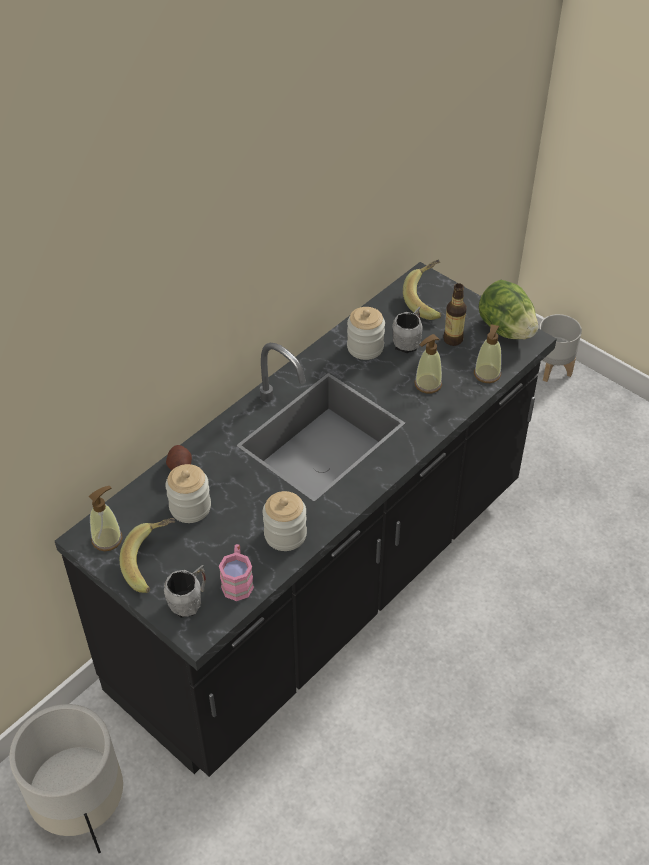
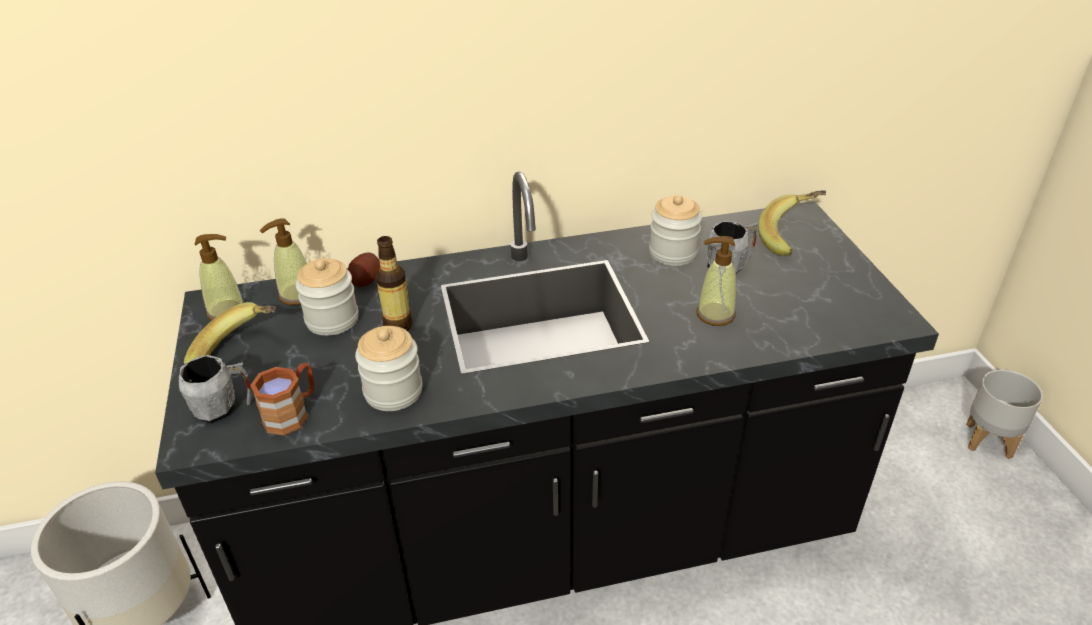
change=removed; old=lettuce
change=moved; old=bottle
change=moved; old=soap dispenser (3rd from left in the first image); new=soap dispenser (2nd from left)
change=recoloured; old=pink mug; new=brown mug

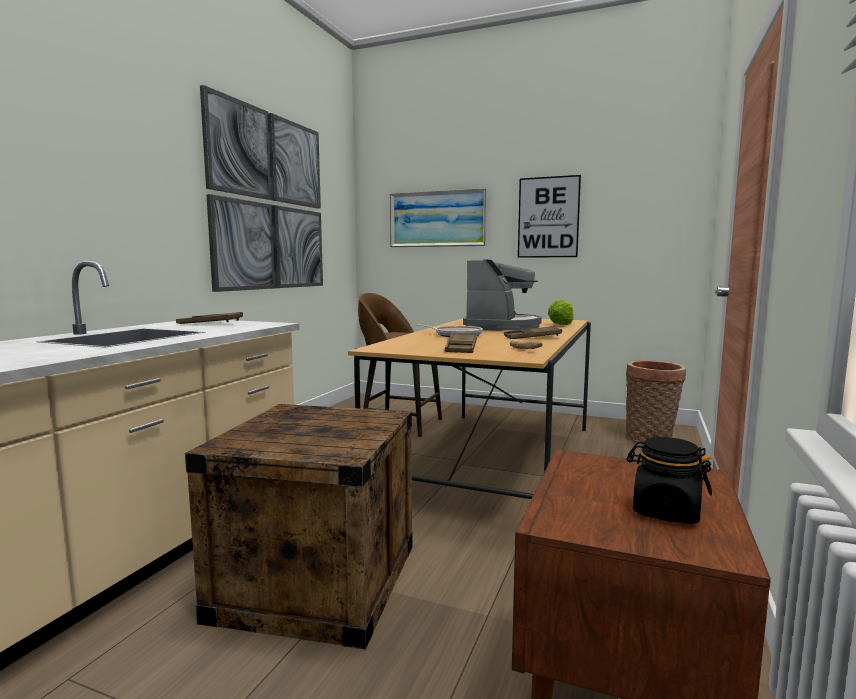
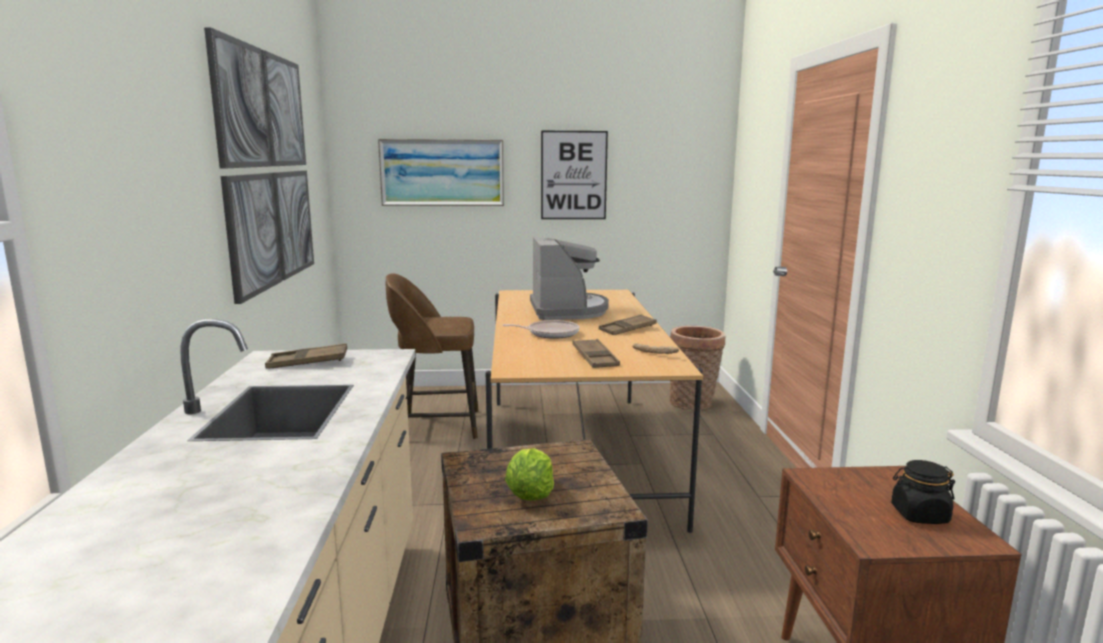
change=moved; old=lettuce

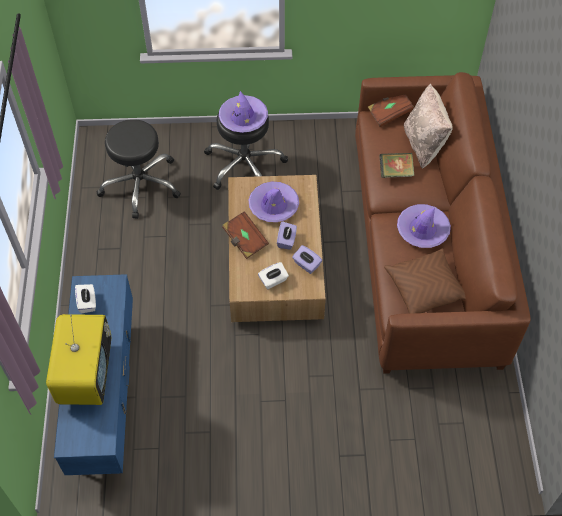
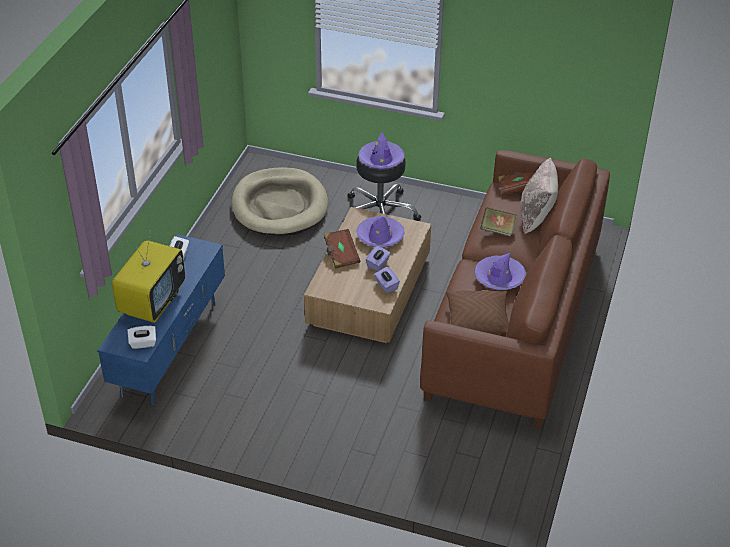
change=replaced; old=black stool (1st from left); new=beige dog bed
change=moved; old=white tissue box (2nd from left in the first image); new=white tissue box (1st from left)

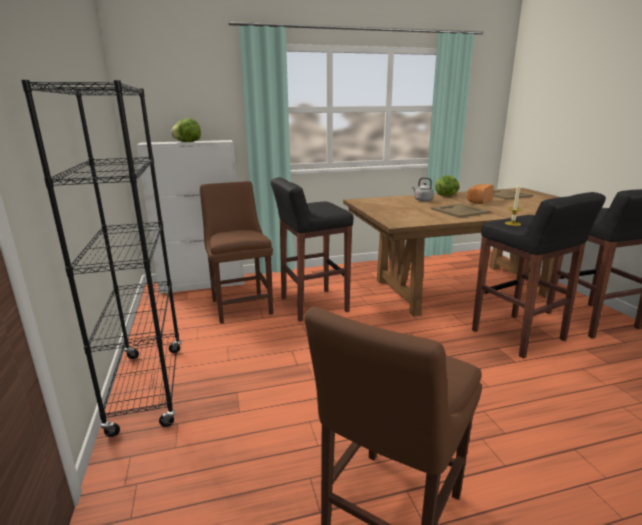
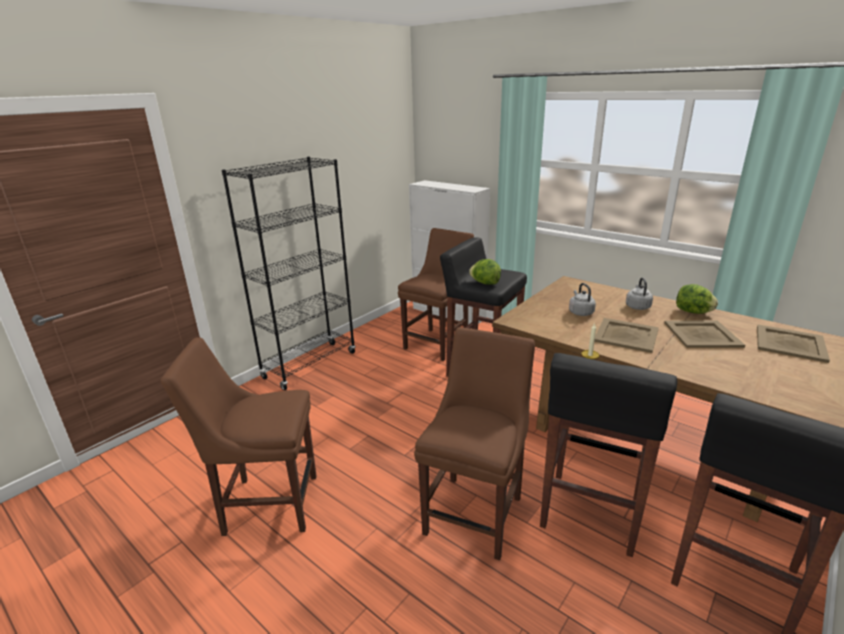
change=moved; old=lettuce (1st from left)
change=replaced; old=bread; new=beige tray (2nd from left)
change=added; new=grey kettle (1st from left)
change=added; new=brown chair (3rd from left)

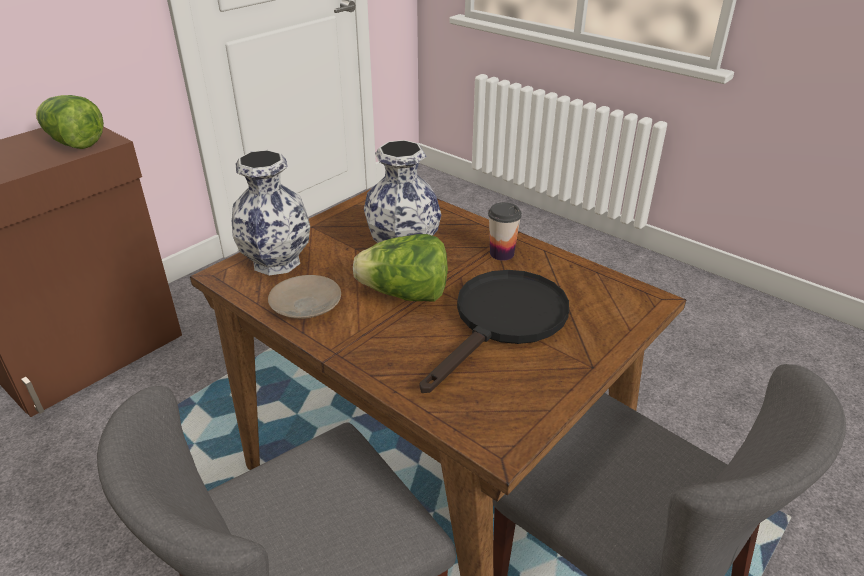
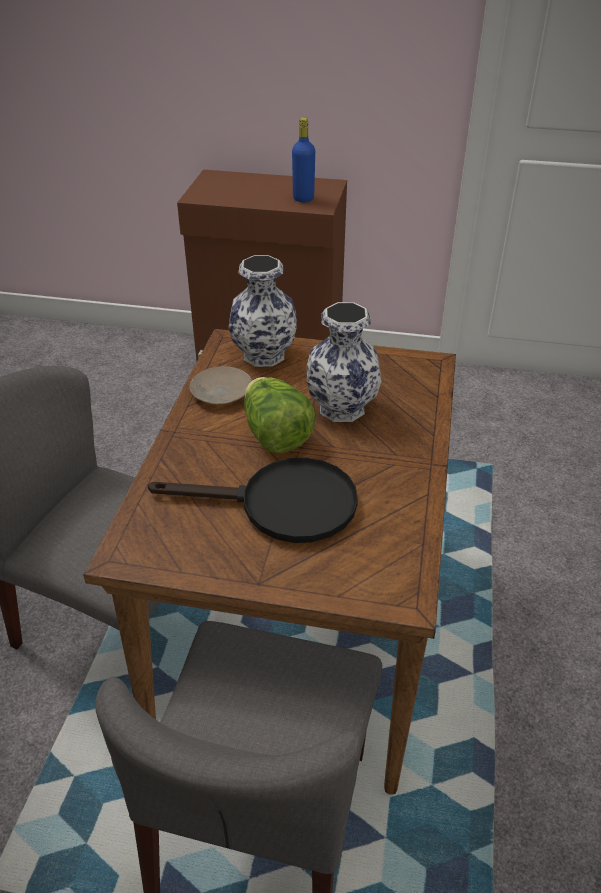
change=replaced; old=lettuce (1st from left); new=blue bottle
change=removed; old=cup

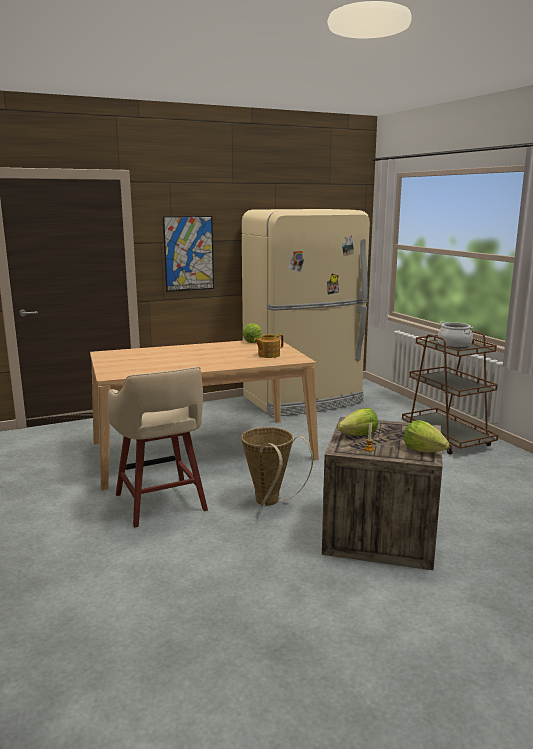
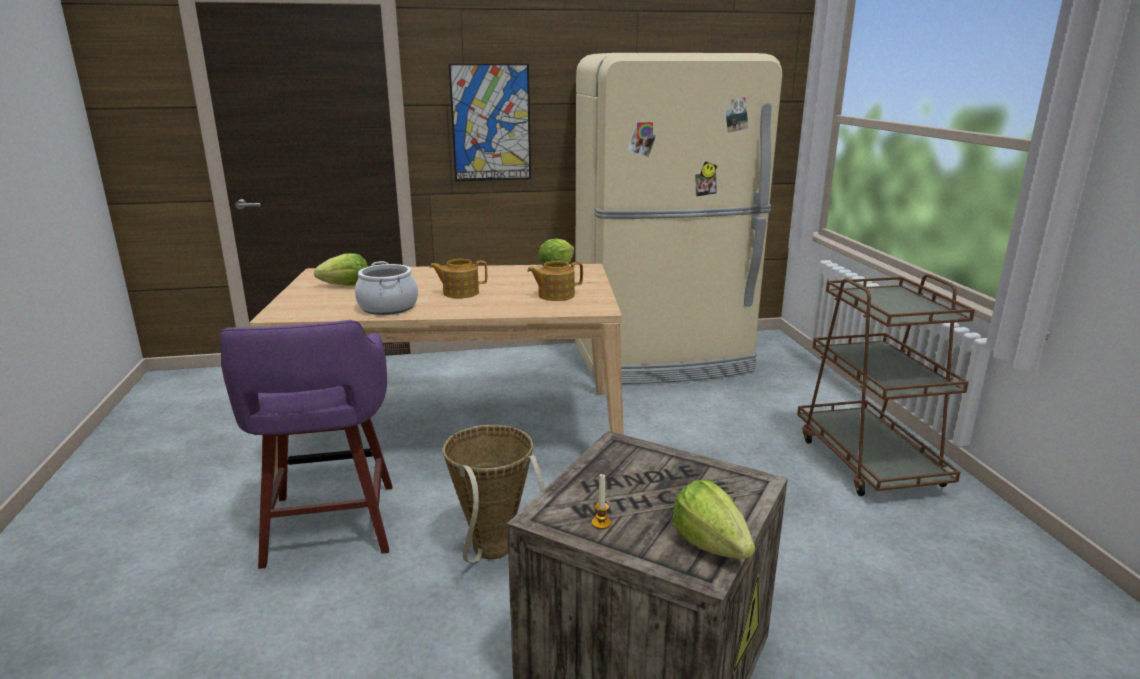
change=moved; old=cooking pot
change=recoloured; old=beige stool; new=purple stool
change=moved; old=lettuce (2nd from left in the first image); new=lettuce (1st from left)
change=added; new=teapot (1st from left)

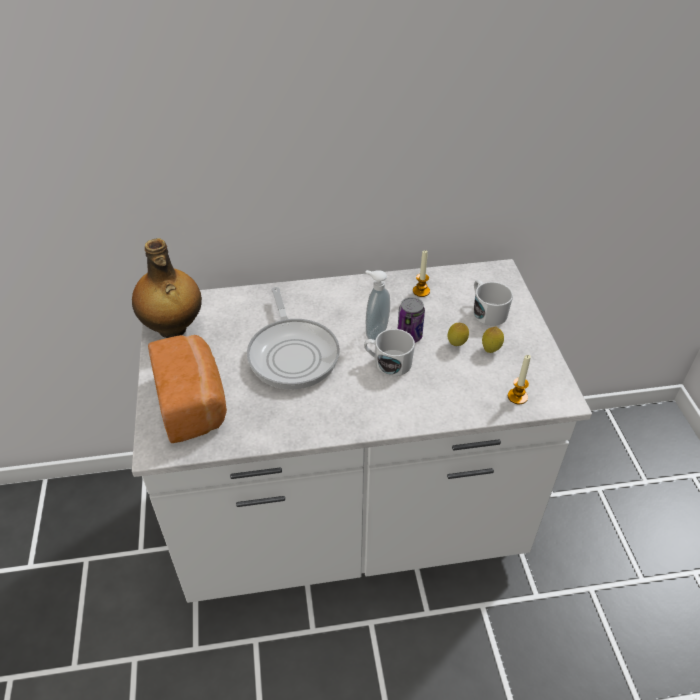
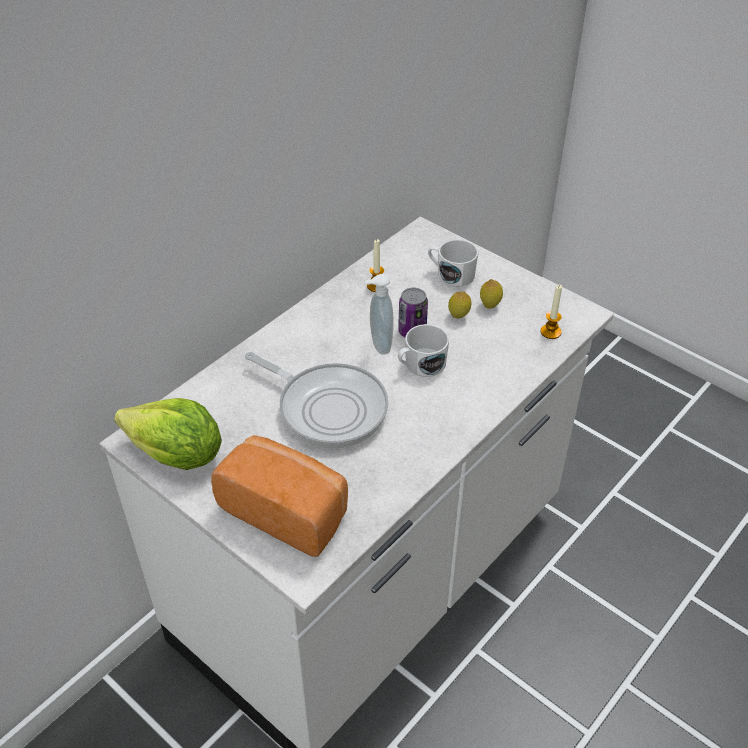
change=replaced; old=bottle; new=lettuce

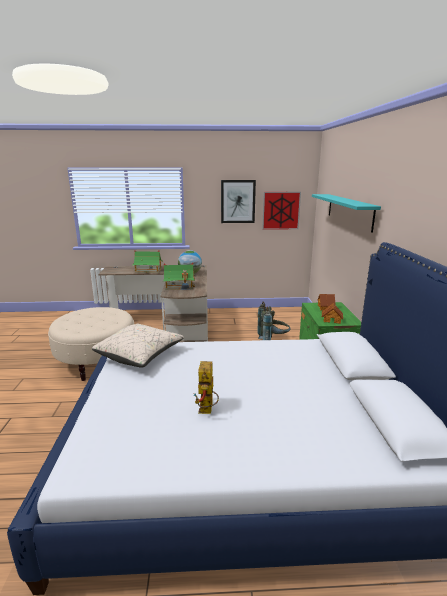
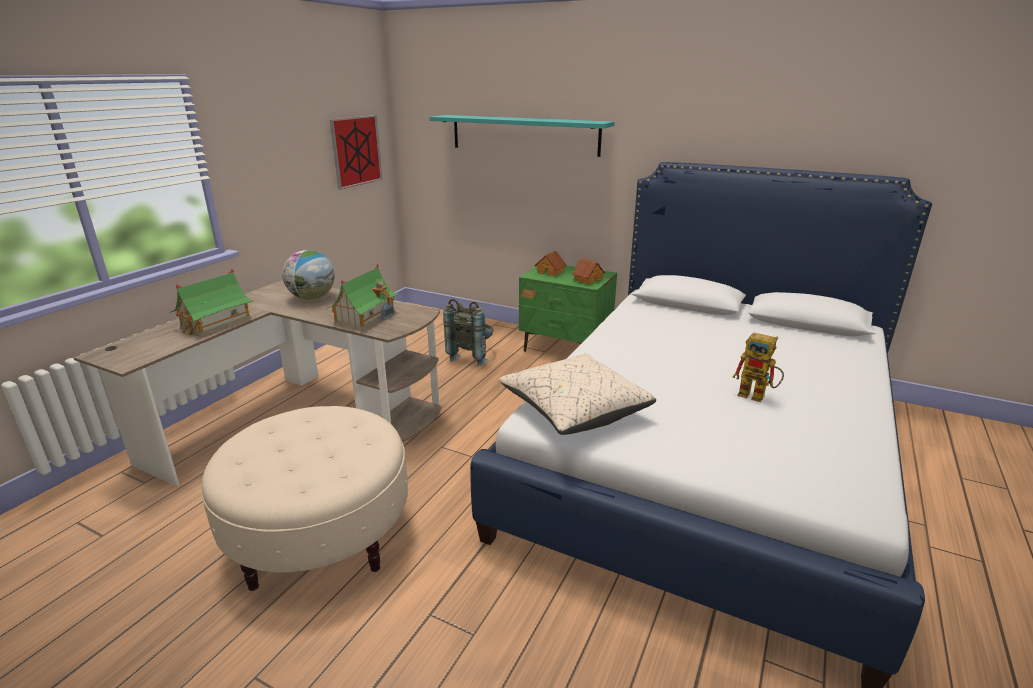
change=removed; old=picture (1st from left)

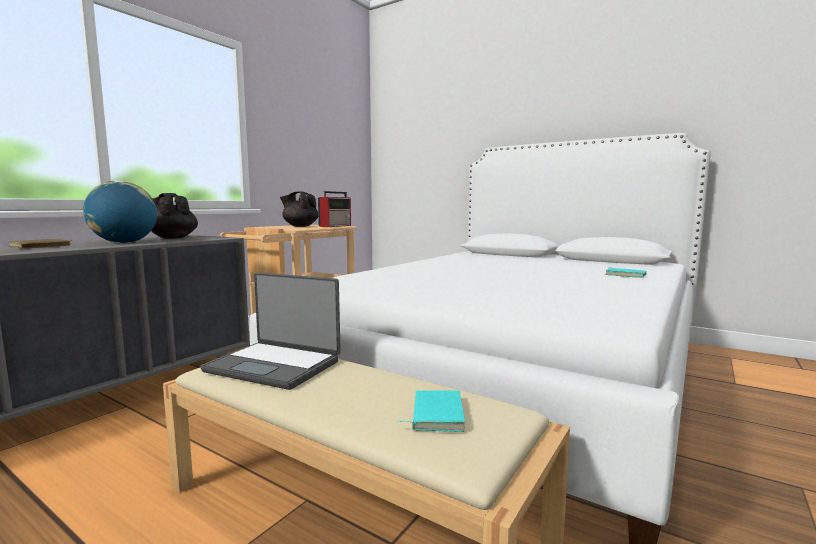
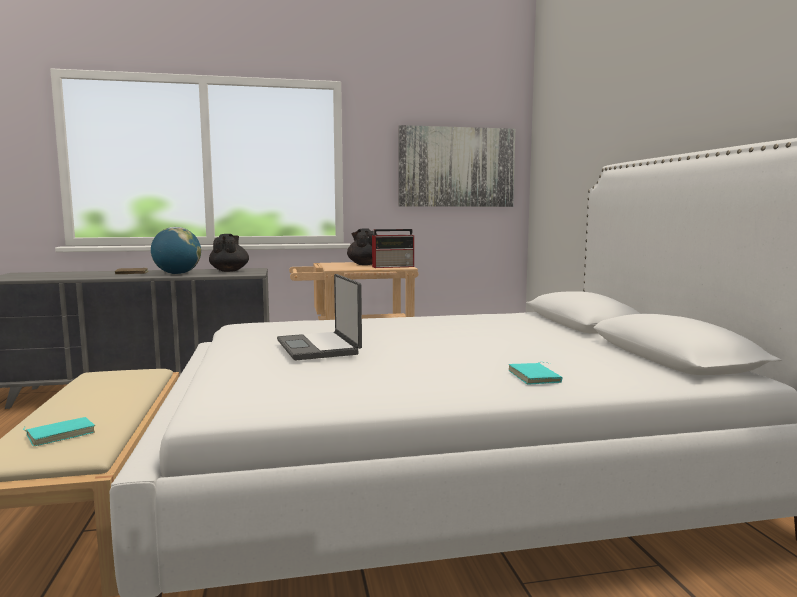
change=moved; old=laptop
change=added; new=picture

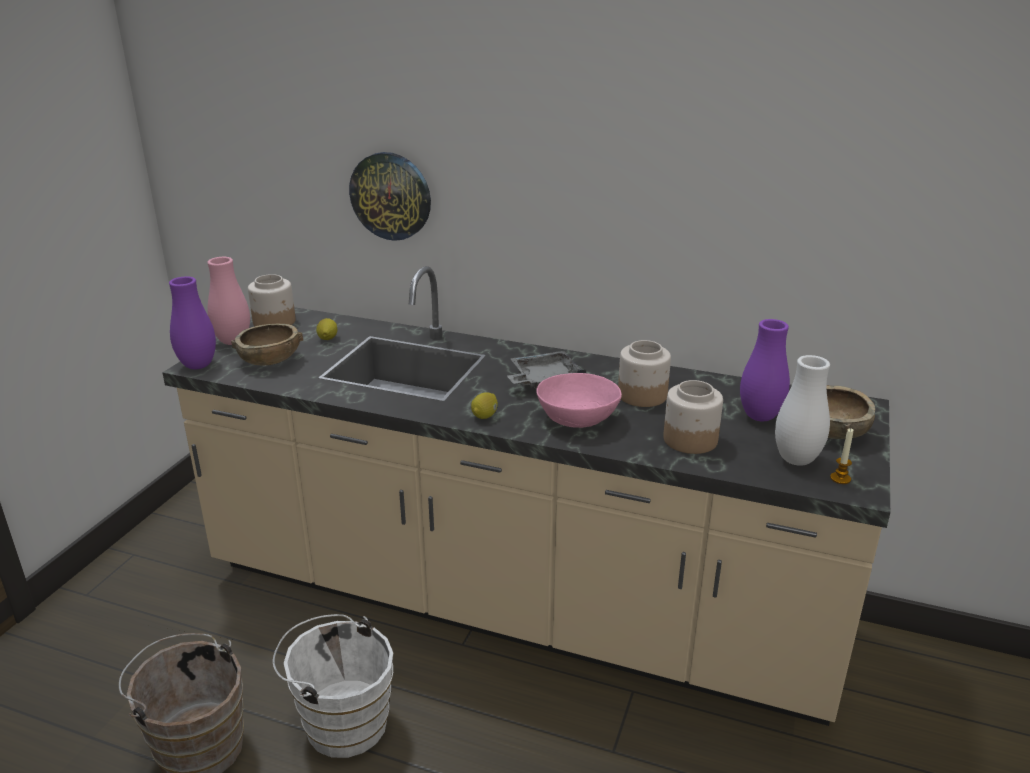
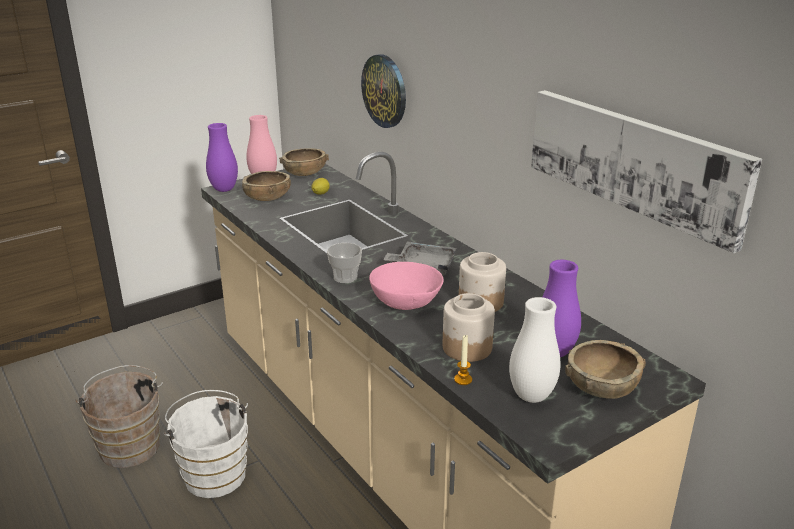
change=replaced; old=jar (1st from left); new=brown bowl (2nd from left)
change=replaced; old=lemon (2nd from left); new=cup
change=moved; old=candle
change=added; new=picture

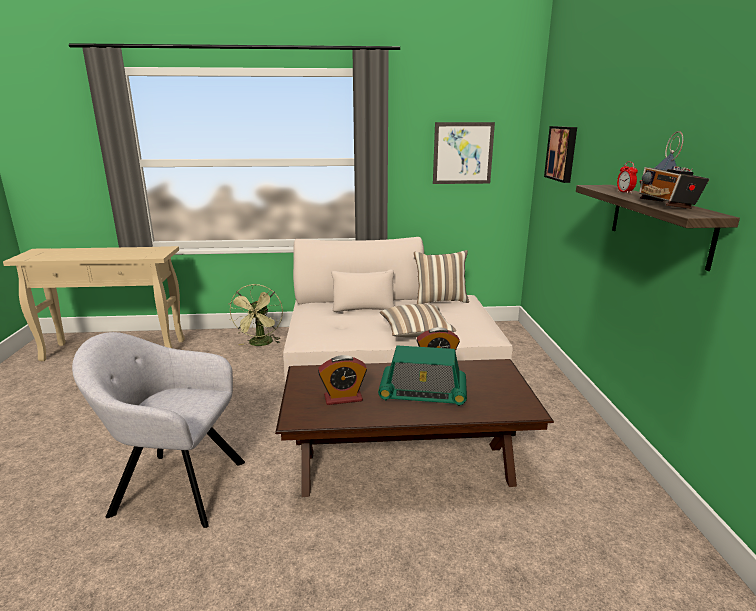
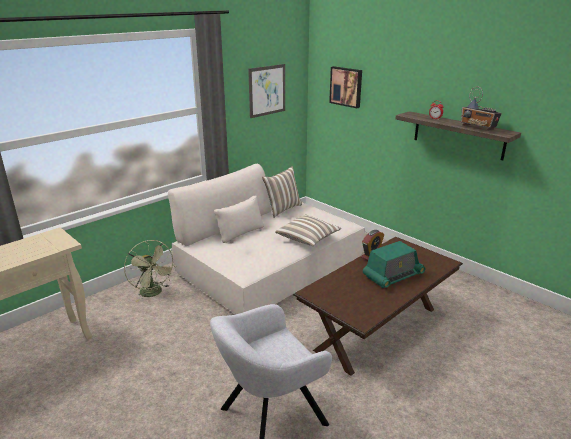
change=removed; old=alarm clock (1st from left)

